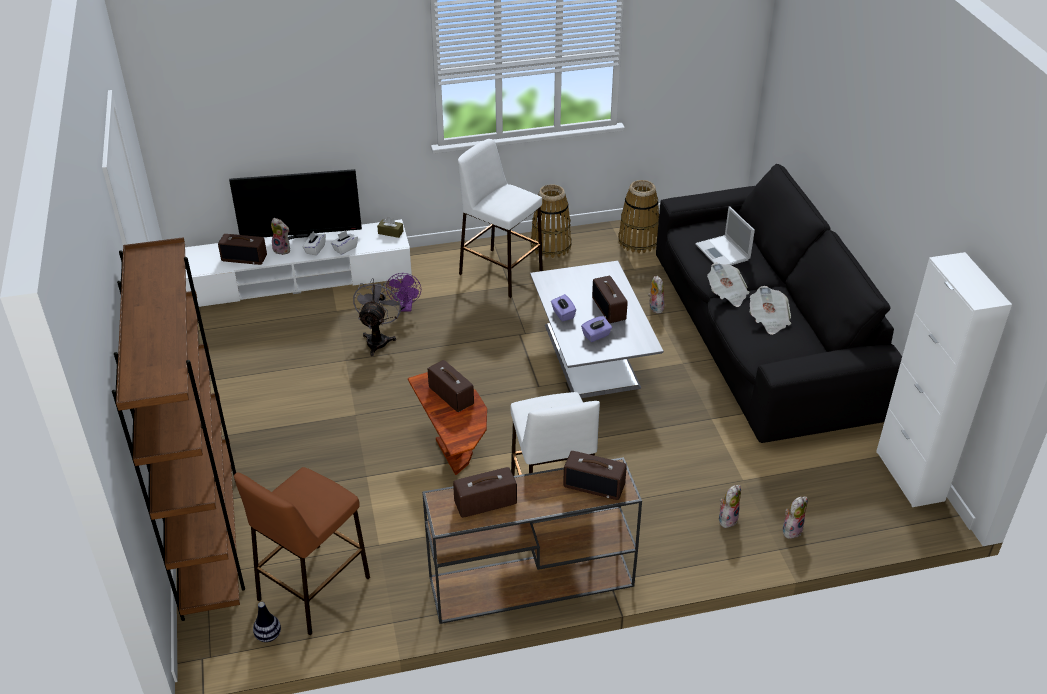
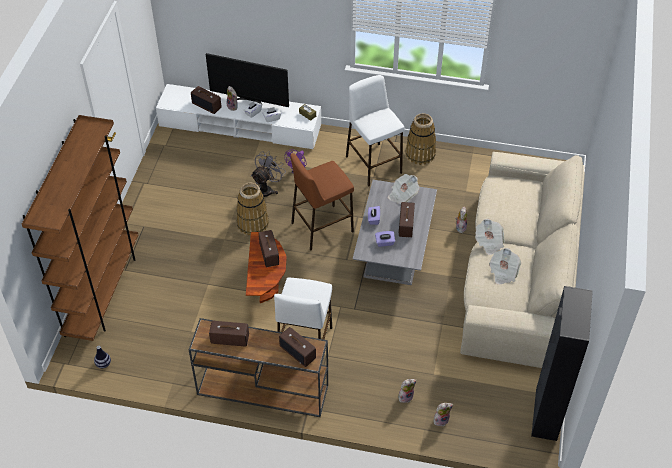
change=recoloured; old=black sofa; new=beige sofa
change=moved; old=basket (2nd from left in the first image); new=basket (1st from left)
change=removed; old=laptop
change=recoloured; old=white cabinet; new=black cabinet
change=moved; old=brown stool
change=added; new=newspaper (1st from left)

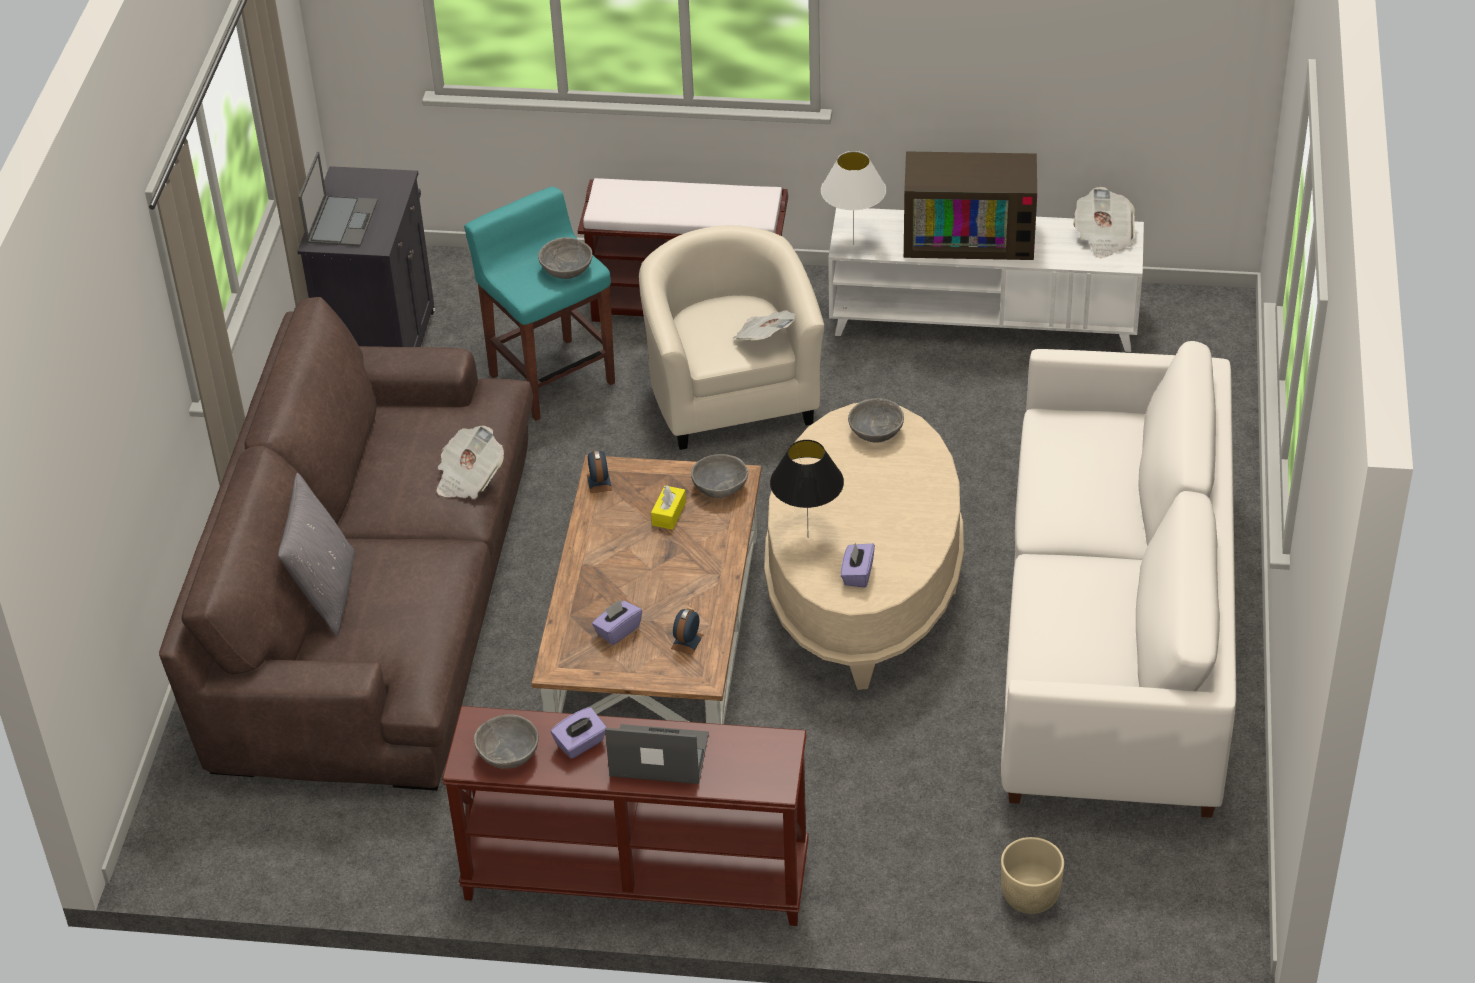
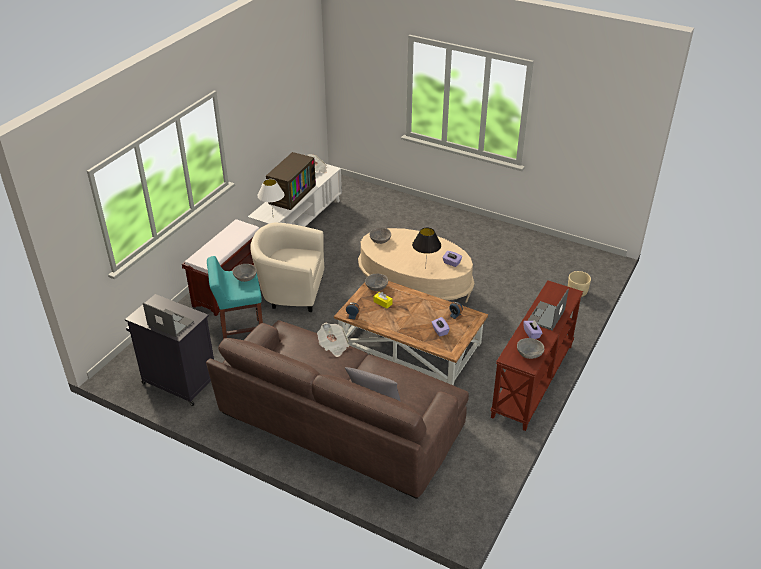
change=removed; old=newspaper (2nd from left)
change=removed; old=white sofa

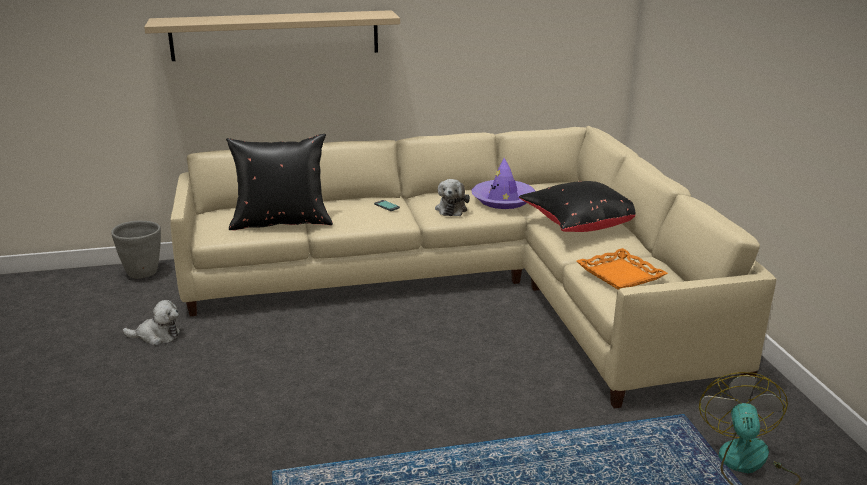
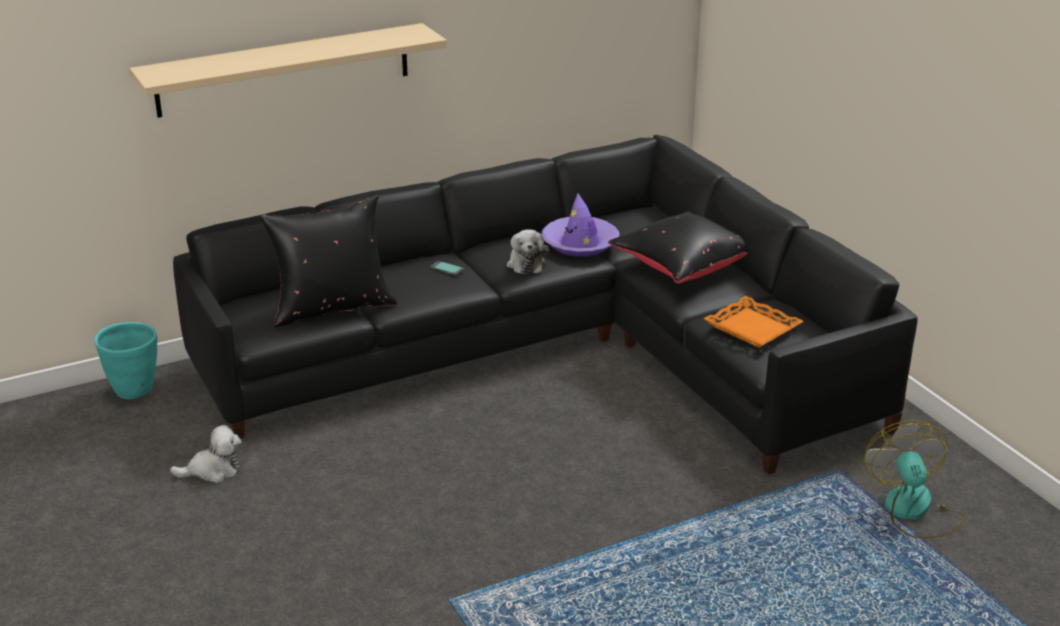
change=recoloured; old=beige sofa; new=black sofa
change=recoloured; old=grey planter; new=turquoise planter

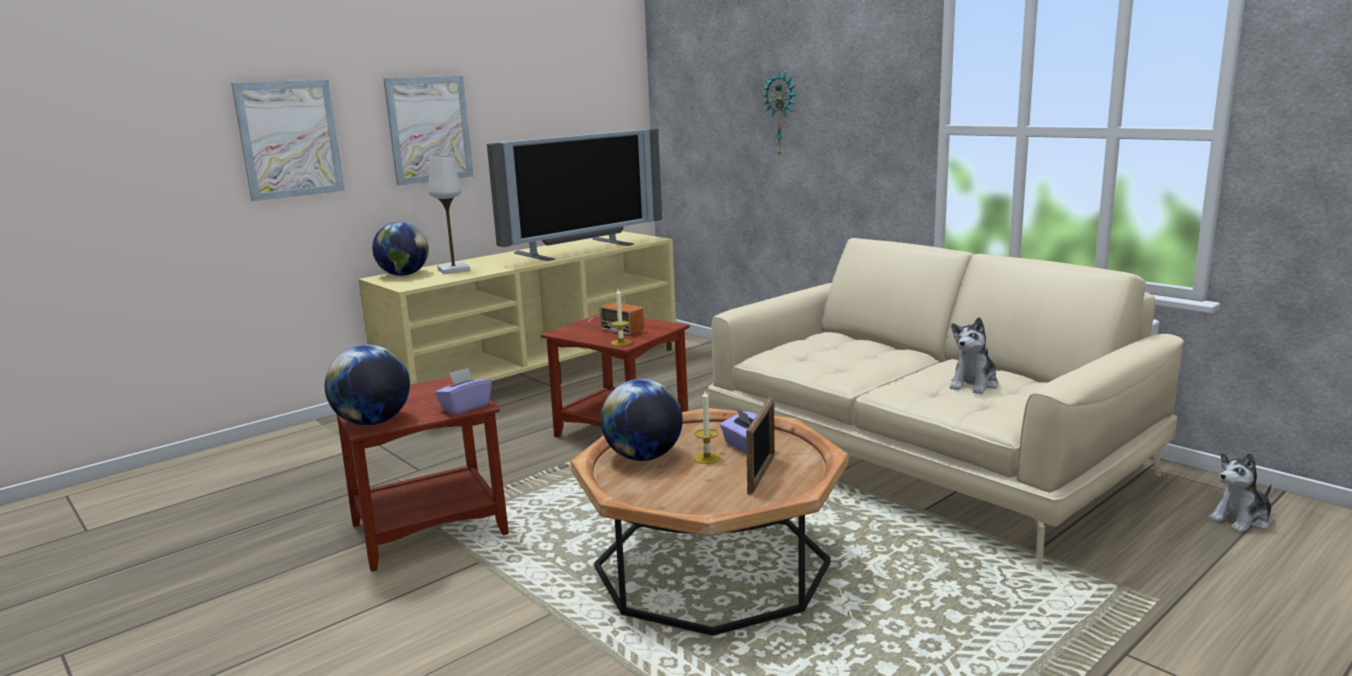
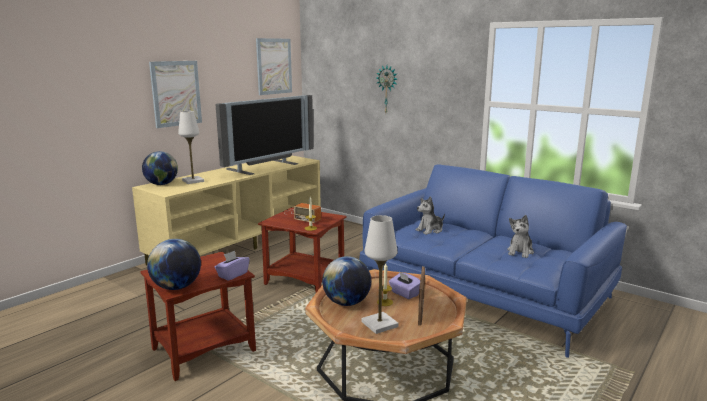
change=moved; old=picture (1st from left in the first image); new=picture (2nd from left)
change=recoloured; old=beige sofa; new=blue sofa
change=moved; old=plush toy (2nd from left in the first image); new=plush toy (1st from left)
change=added; new=white table lamp (2nd from left)

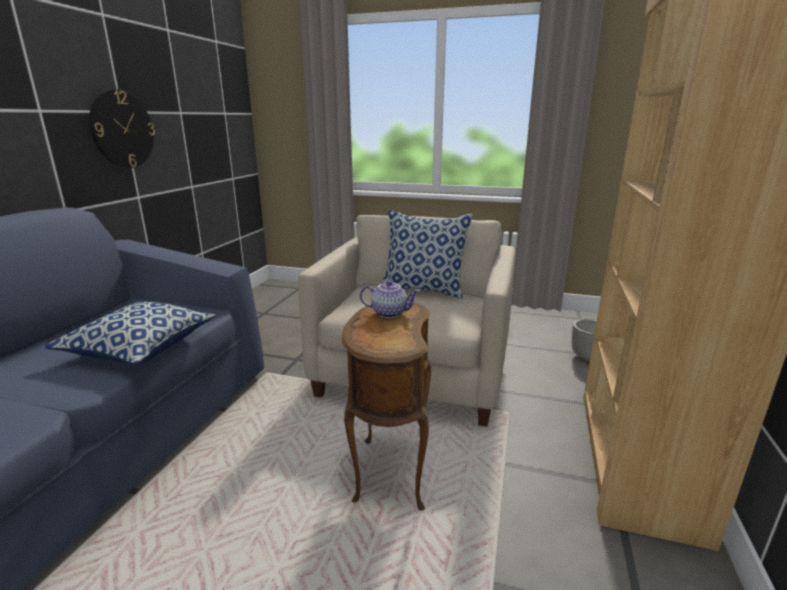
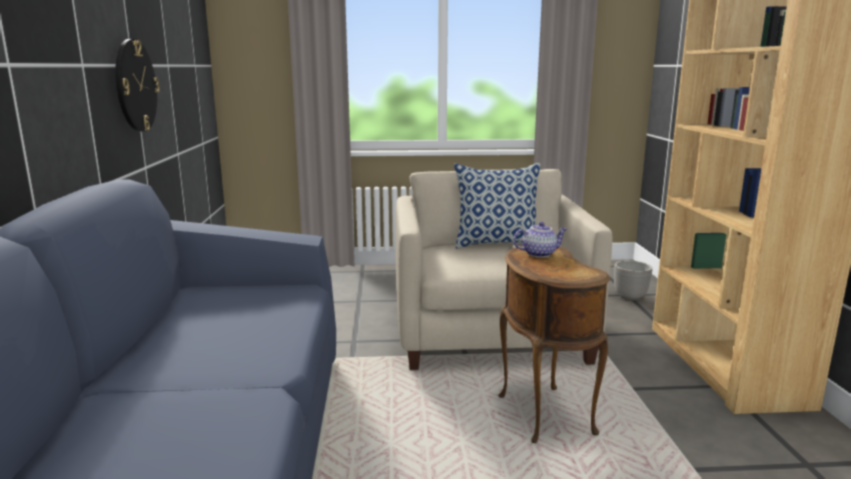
change=removed; old=pillow (1st from left)

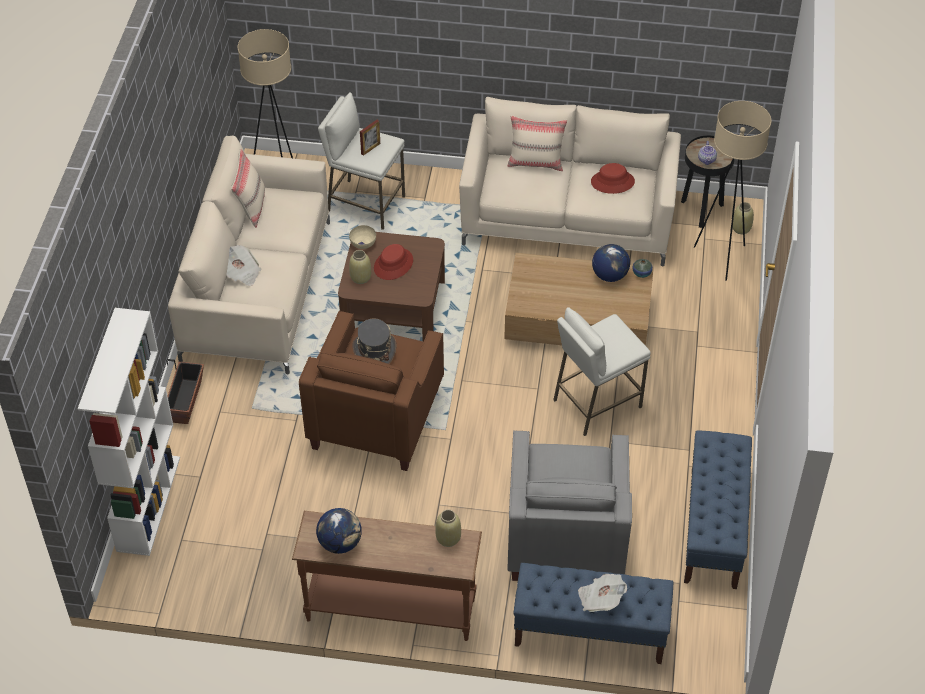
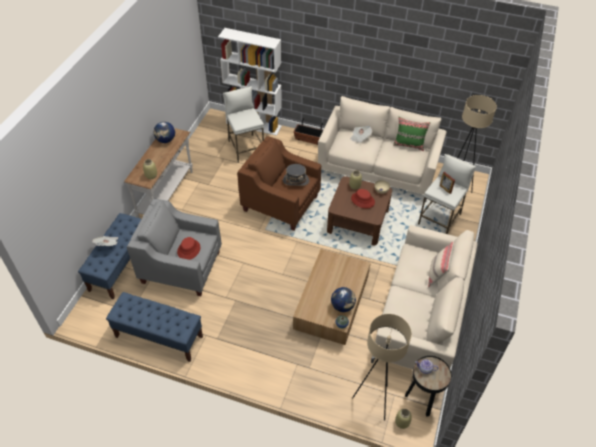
change=recoloured; old=beige pillow (1st from left); new=green pillow
change=moved; old=red hat (2nd from left in the first image); new=red hat (1st from left)
change=moved; old=white stool (2nd from left in the first image); new=white stool (1st from left)
change=recoloured; old=brown console table; new=white console table

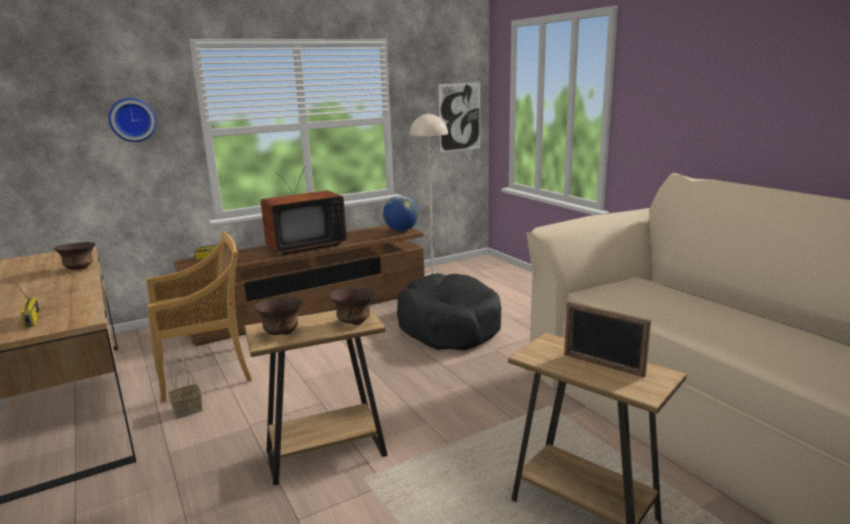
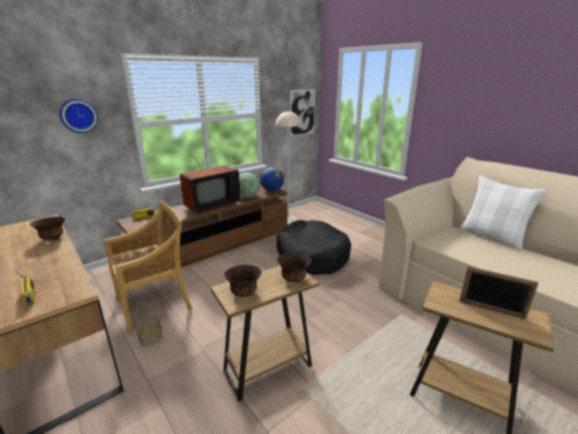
change=added; new=globe (1st from left)
change=added; new=white pillow

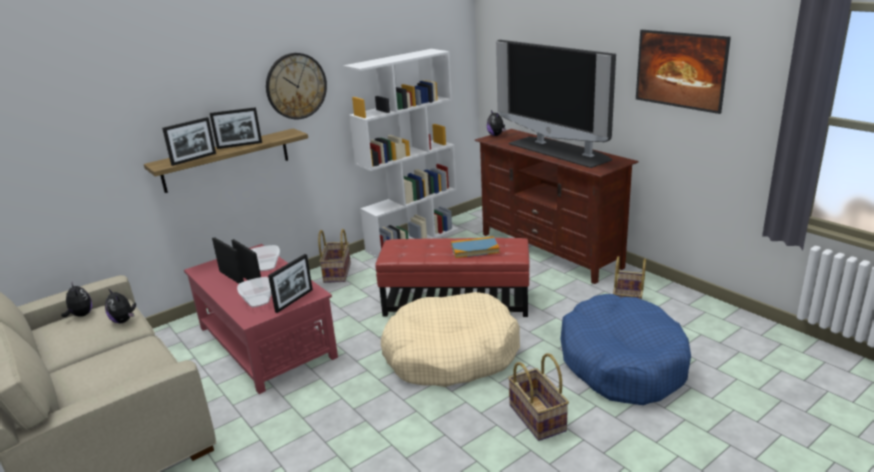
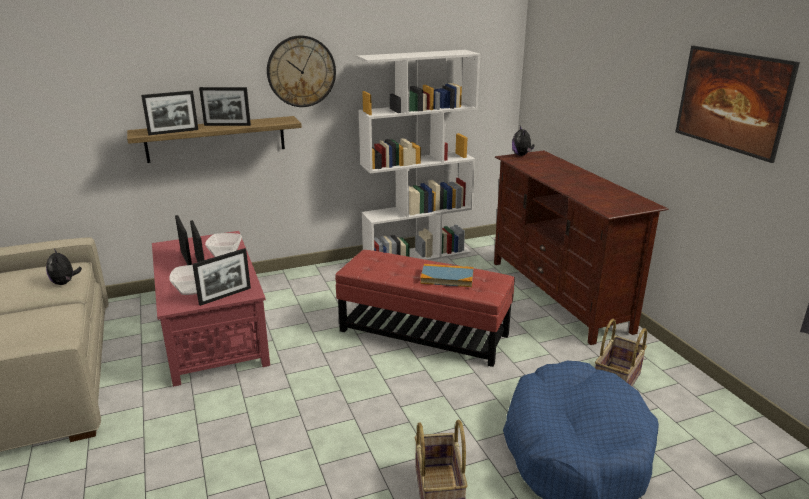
change=removed; old=television
change=removed; old=basket (1st from left)
change=removed; old=plush toy (1st from left)
change=removed; old=beige dog bed

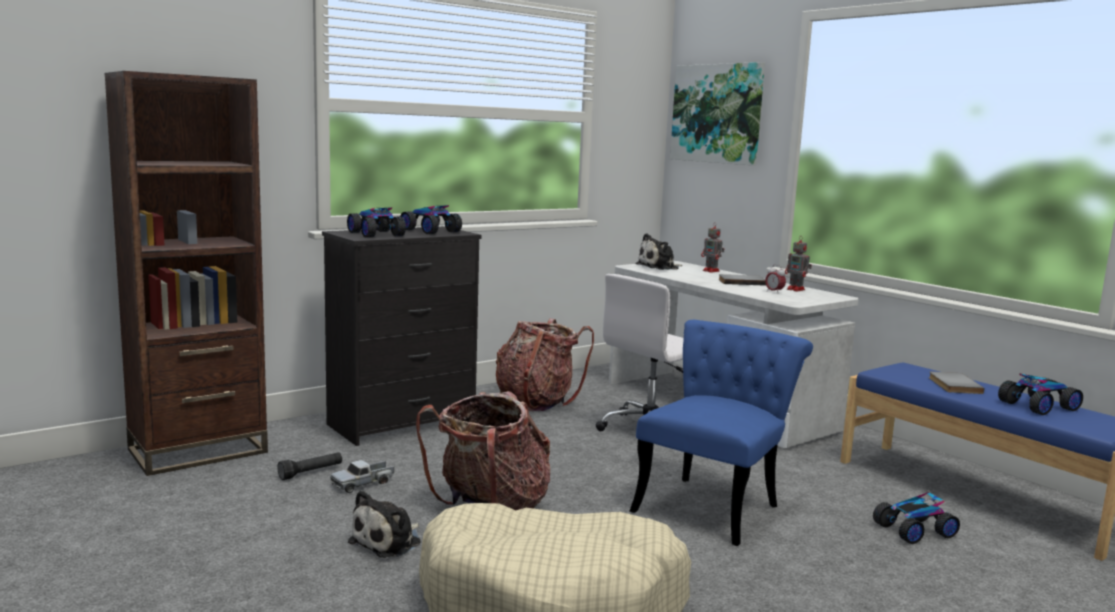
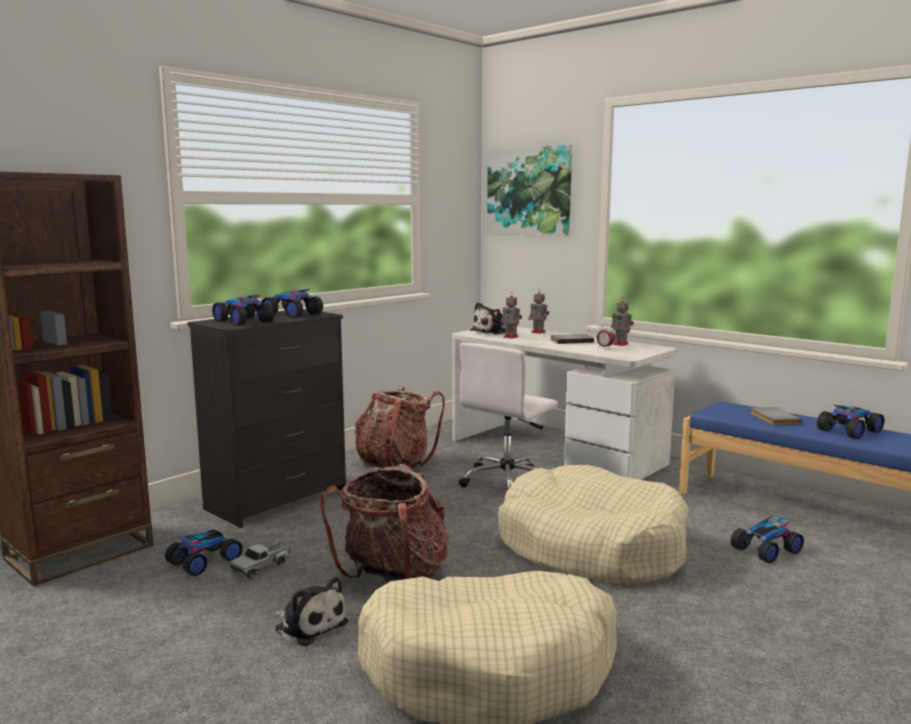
change=replaced; old=blue chair; new=beige dog bed (2nd from left)
change=replaced; old=black flashlight; new=toy car (1st from left)
change=turned; old=plush toy (1st from left); degrees=-75
change=added; new=toy robot (1st from left)

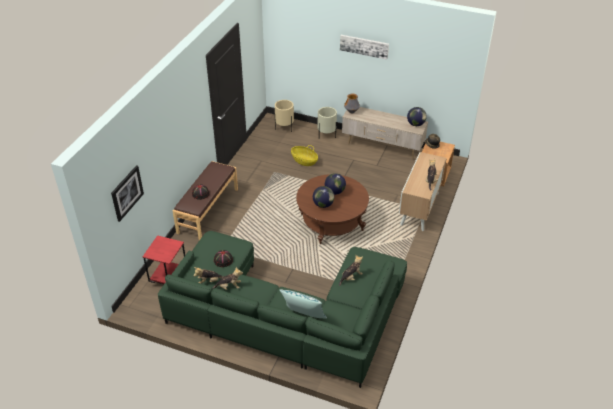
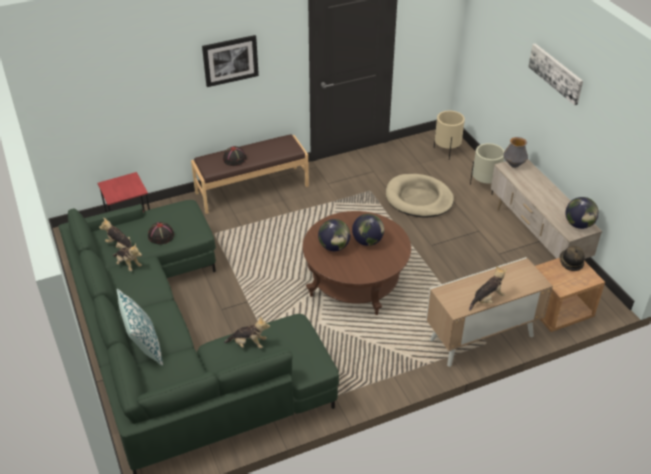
change=replaced; old=basket; new=beige dog bed
change=moved; old=picture (1st from left)

